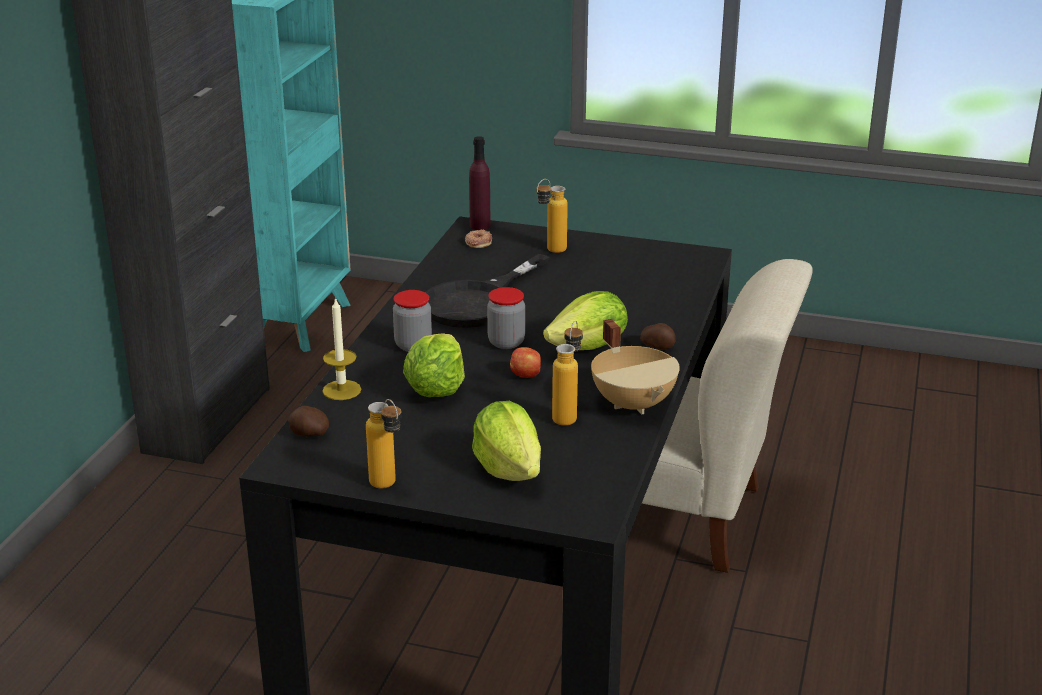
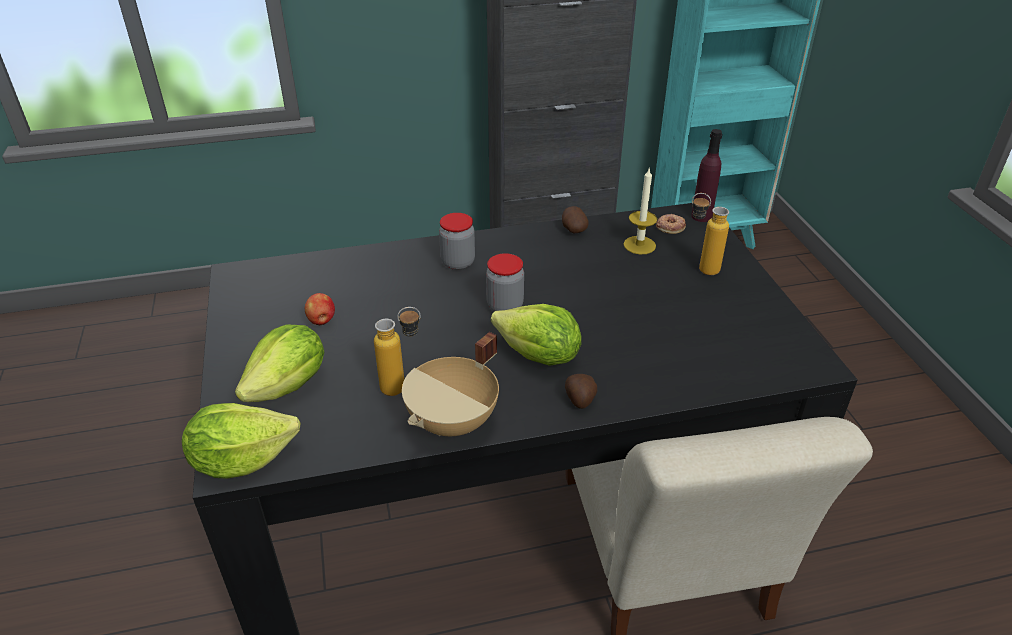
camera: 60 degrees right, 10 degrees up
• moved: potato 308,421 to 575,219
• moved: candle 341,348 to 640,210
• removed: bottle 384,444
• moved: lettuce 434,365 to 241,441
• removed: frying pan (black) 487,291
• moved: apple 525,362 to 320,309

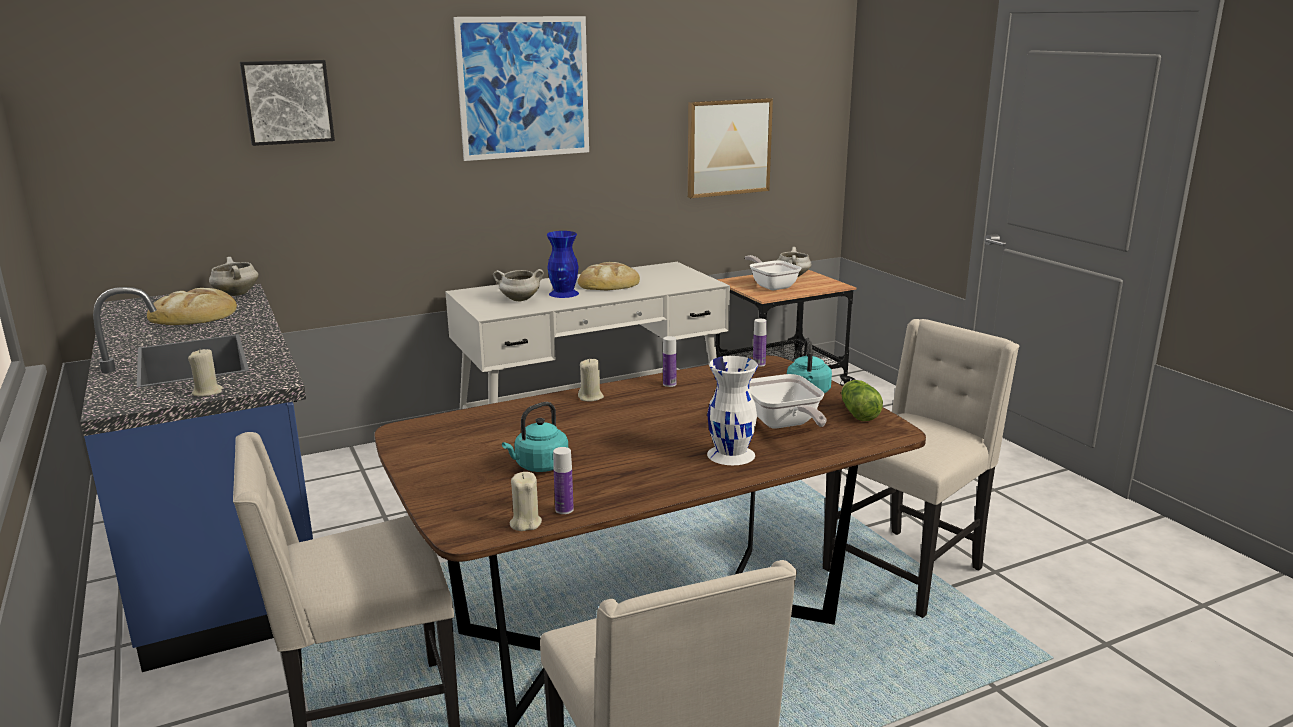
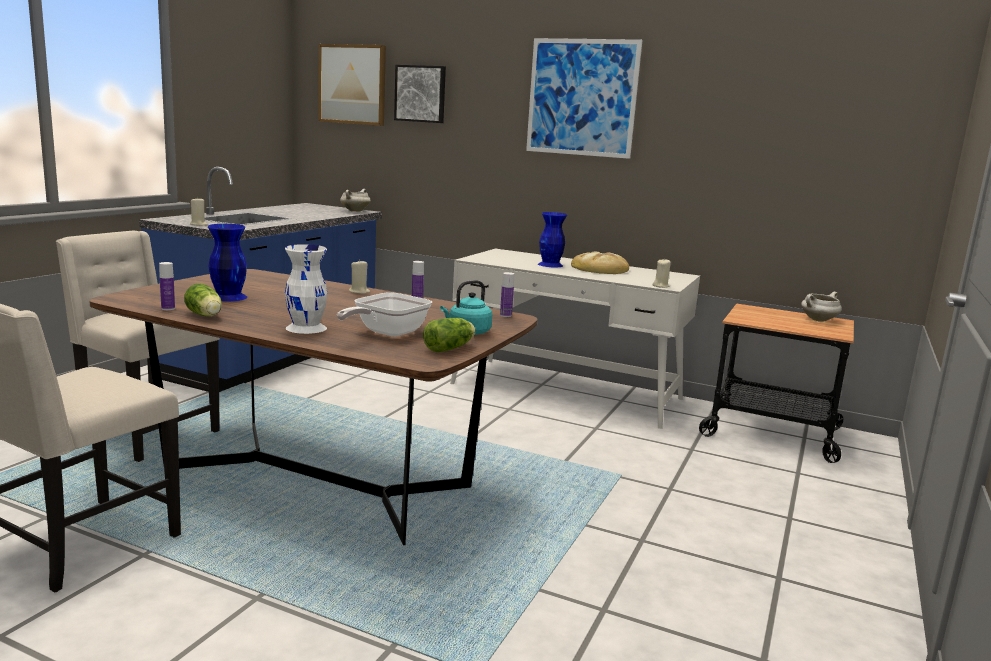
camera: 50 degrees right, 5 degrees down
• removed: bread 192,306
• removed: cooking pot (white) 518,285
• replaced: kettle (turquoise) 535,437 to vase (blue) 227,262
• moved: candle (beige) 526,501 to 661,273
• moved: picture 730,148 to 352,85
• removed: frying pan 773,272
• removed: chair (beige) 921,468
• added: lettuce 203,299

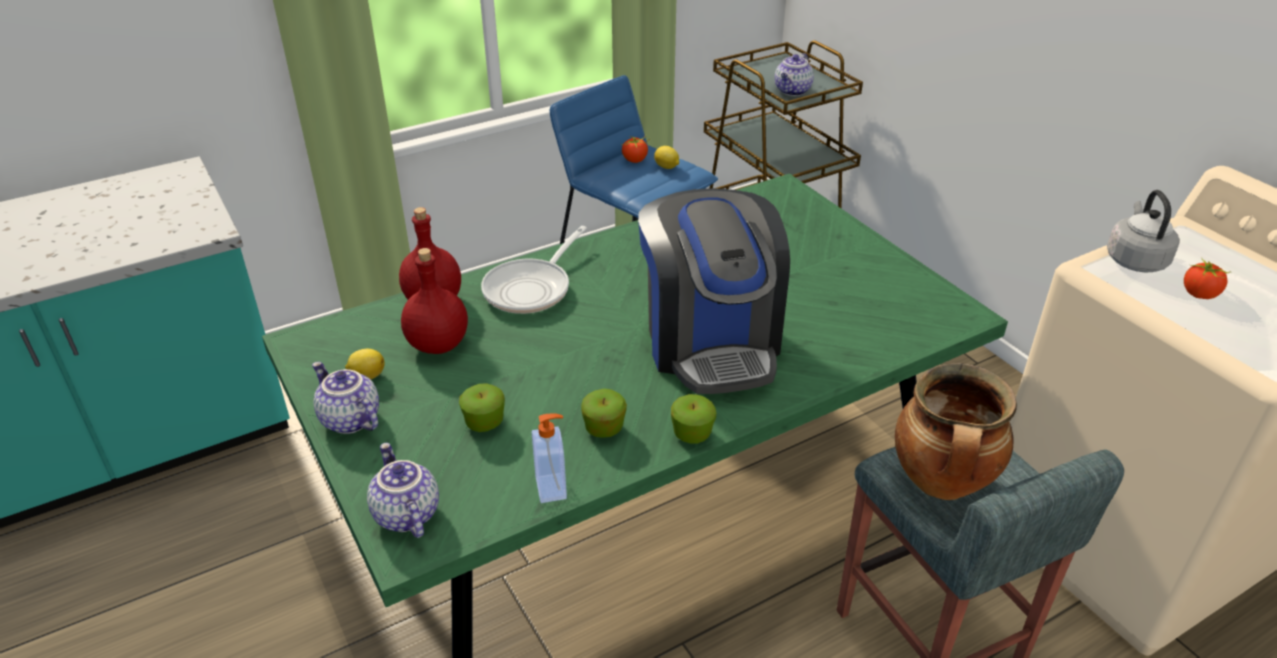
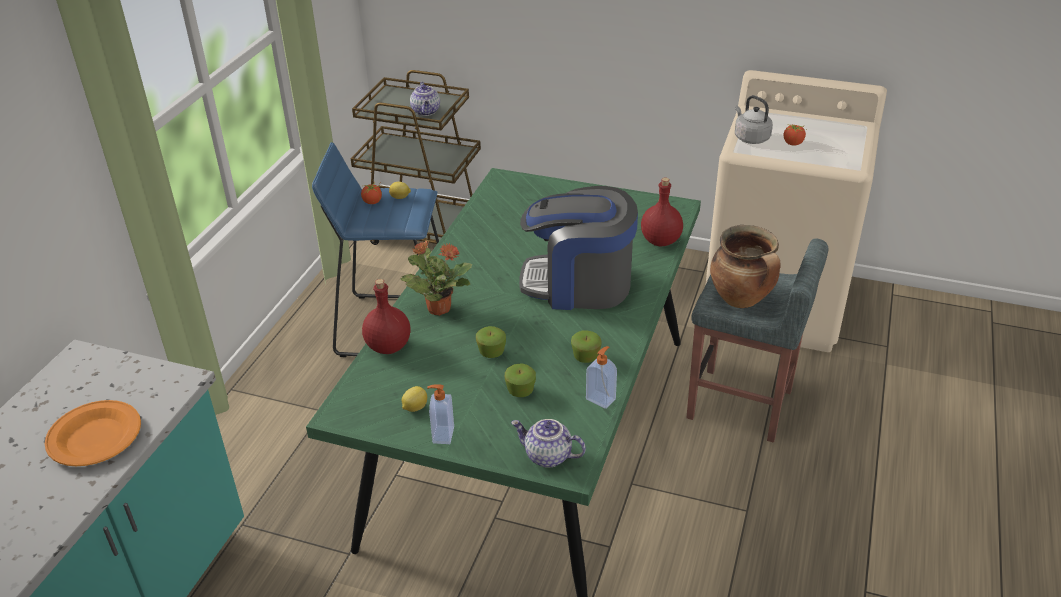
camera: 40 degrees left, 0 degrees up
• replaced: teapot 345,398 to soap dispenser 440,414
• moved: bottle (red) 434,301 to 662,212
• replaced: frying pan 534,270 to potted plant 436,278
• turned: coffee machine 714,291 = 578,248 150 degrees clockwise
• moved: apple 693,419 to 491,342
• added: plate (orange) 93,433

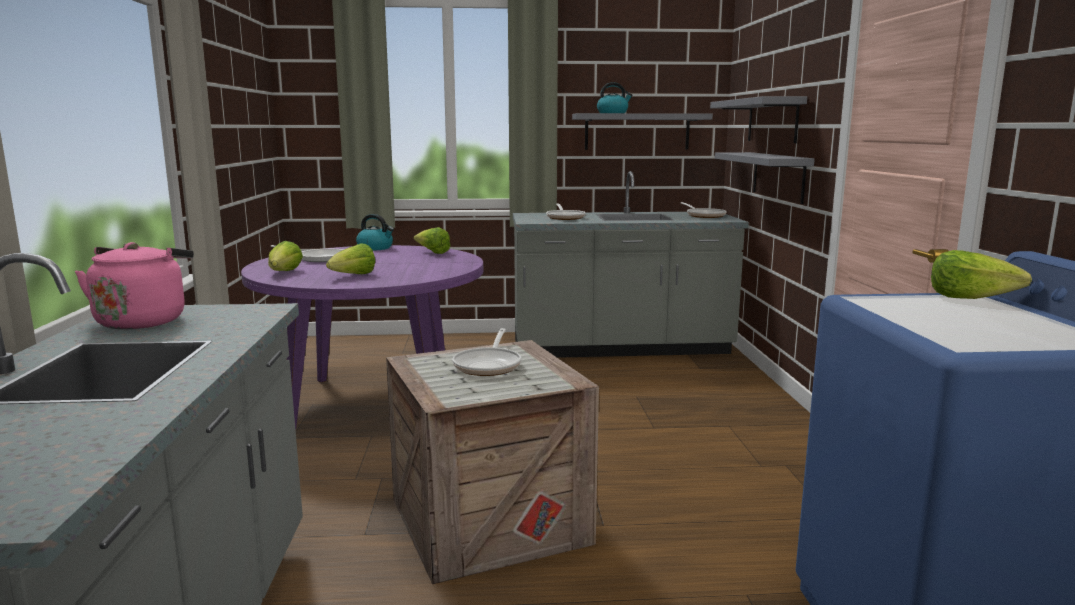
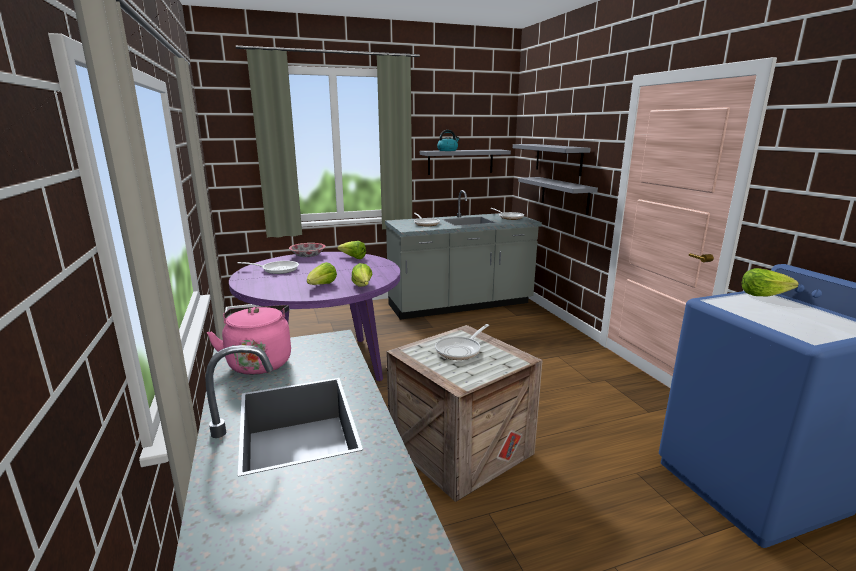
camera: 15 degrees left, 5 degrees up
• moved: lettuce 285,256 to 362,275
• replaced: kettle 375,232 to bowl 307,250
• turned: frying pan 486,352 = 462,342 45 degrees clockwise

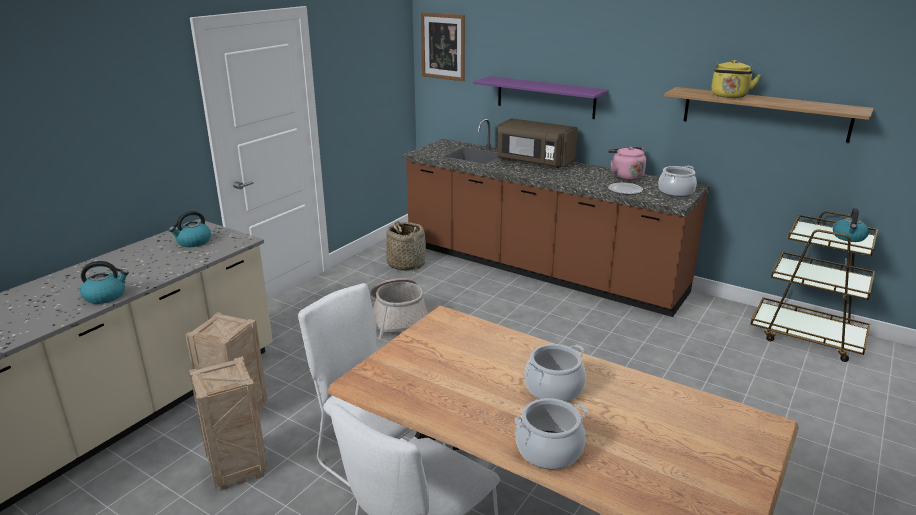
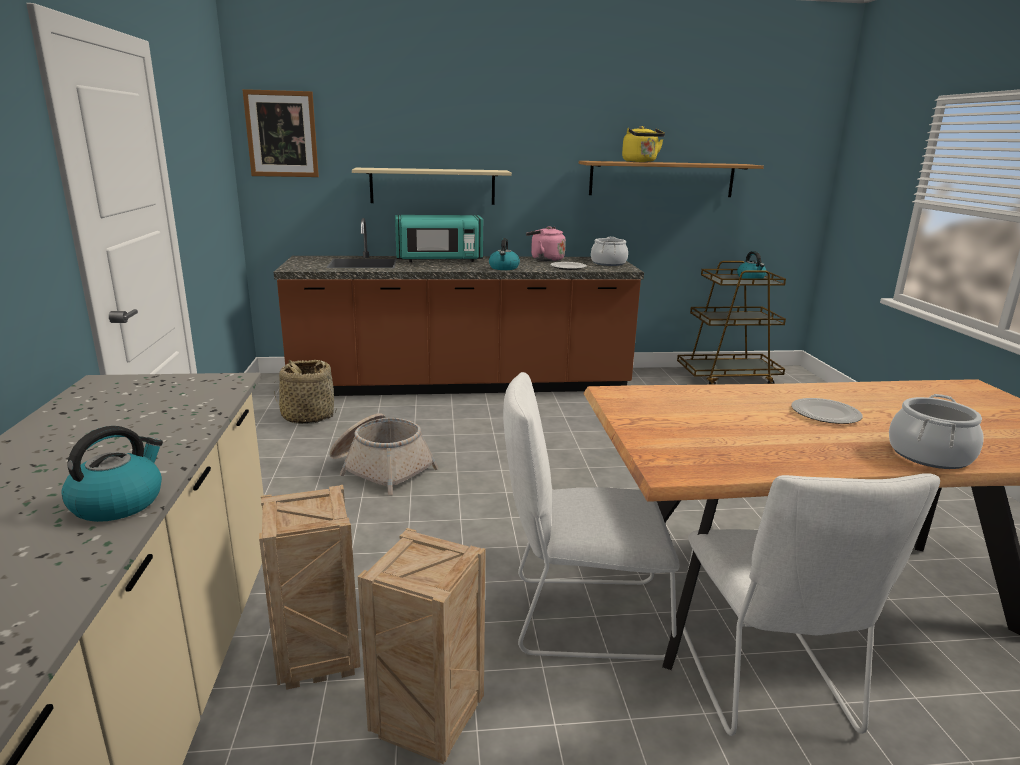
camera: 40 degrees left, 5 degrees down
• moved: kettle 190,229 to 504,254
• recoloured: shelf (purple) 540,97 to shelf (beige) 432,186
• recoloured: microwave (brown) 538,143 to microwave (turquoise) 439,238
• replaced: cooking pot 555,373 to plate 827,411

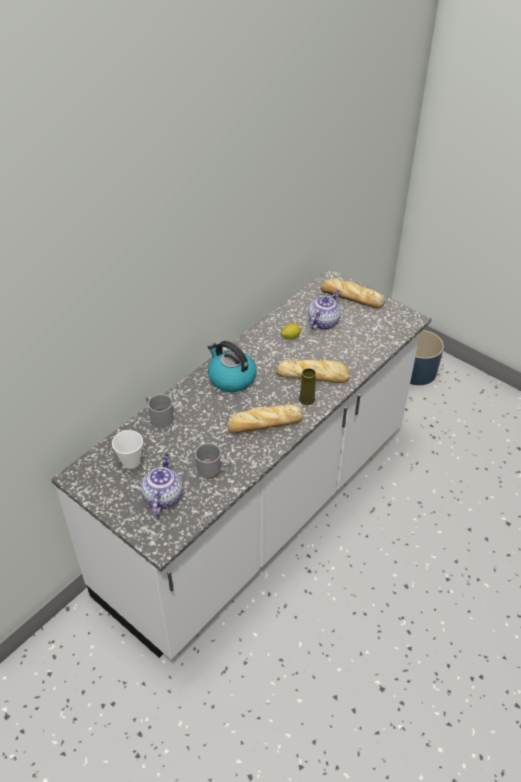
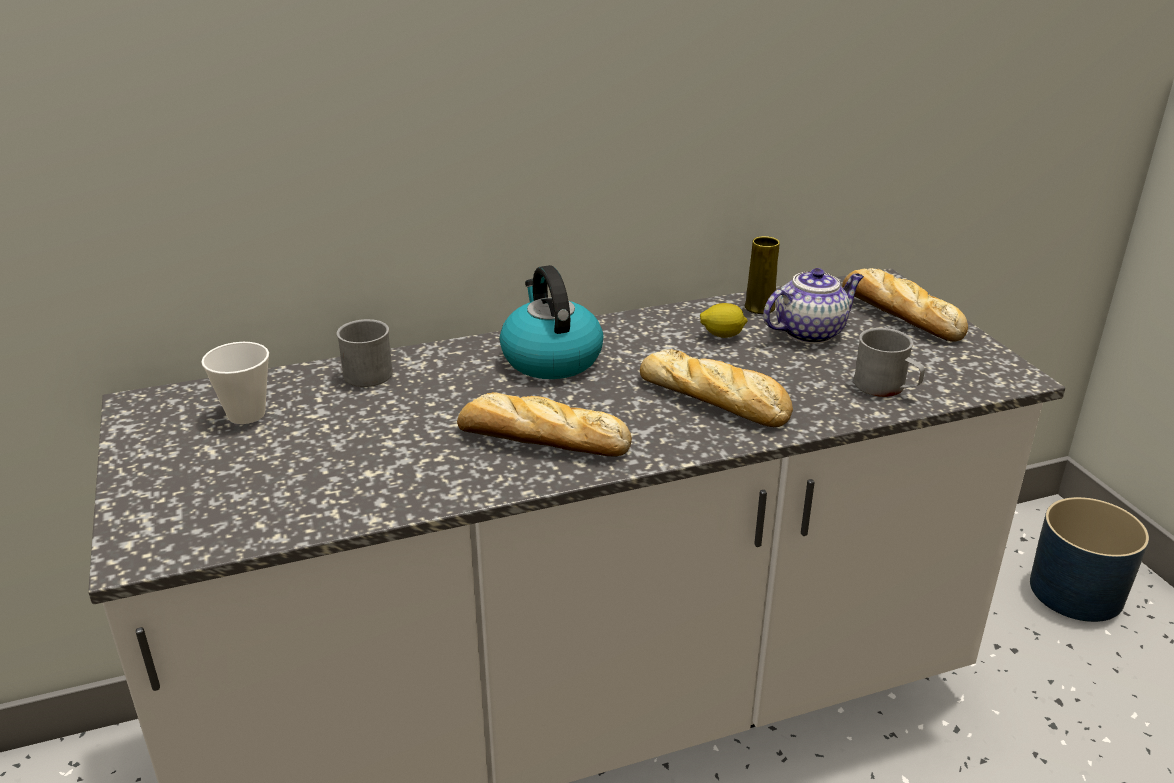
camera: 30 degrees right, 15 degrees down
• removed: teapot 161,485
• moved: mug (grey) 212,461 to 889,362
• moved: vase (yellow) 307,386 to 762,275

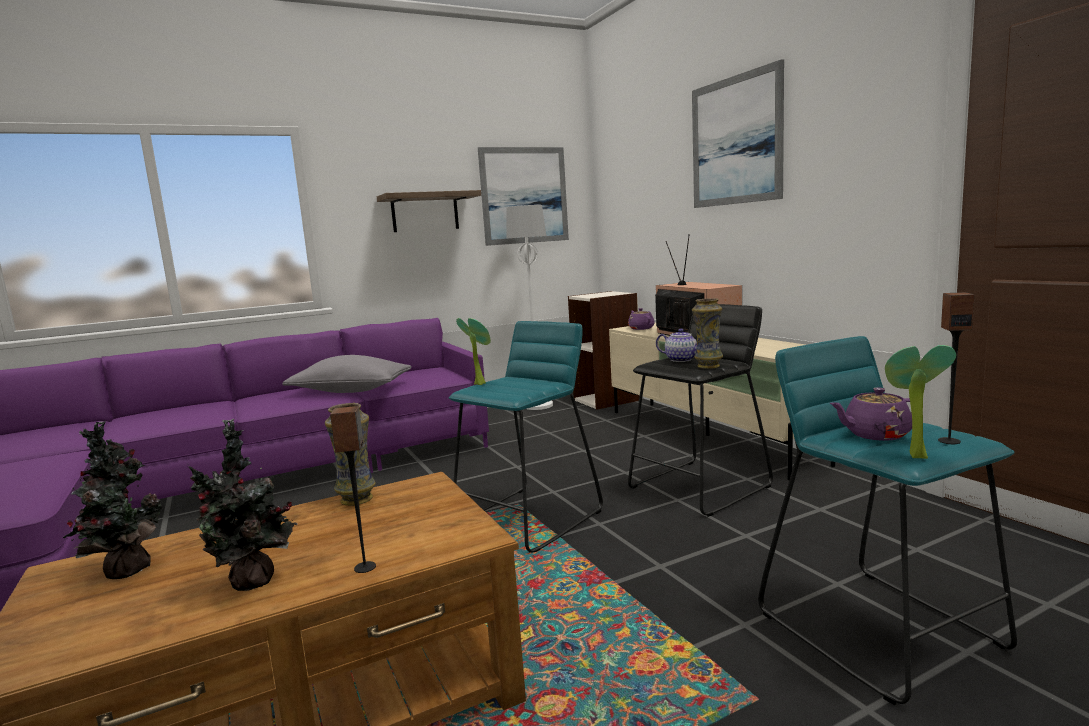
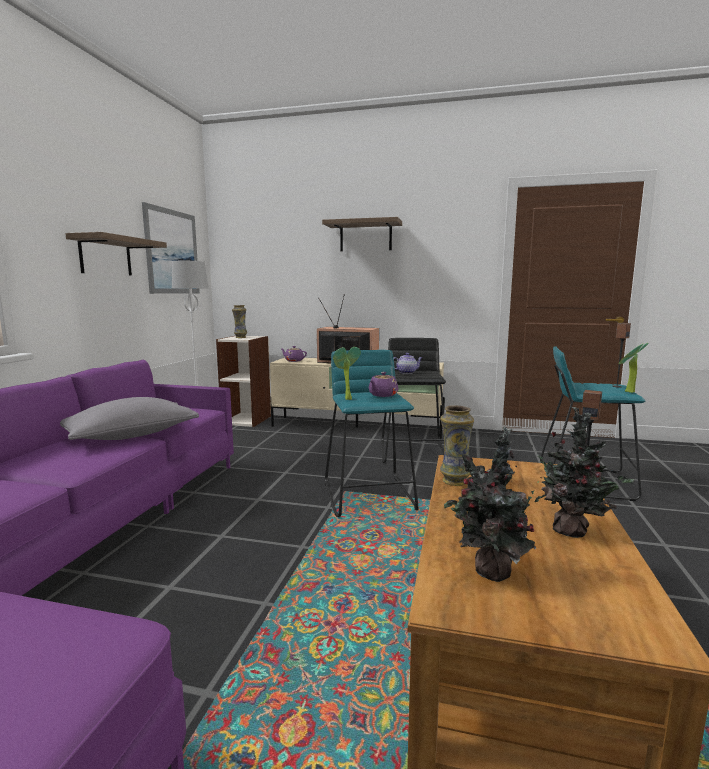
camera: 50 degrees left, 0 degrees up
• replaced: picture 738,133 to shelf 362,234
• moved: vase 707,333 to 239,321
• moved: teapot (purple) 871,414 to 384,384

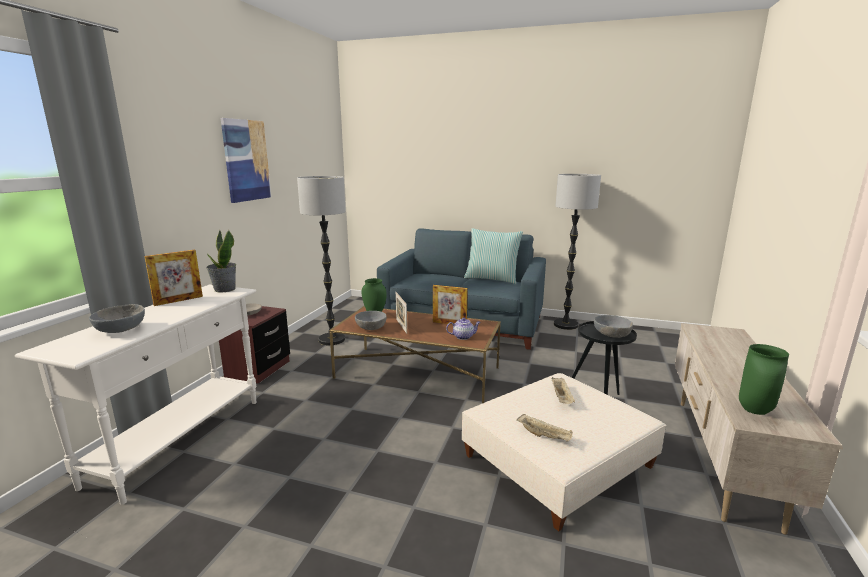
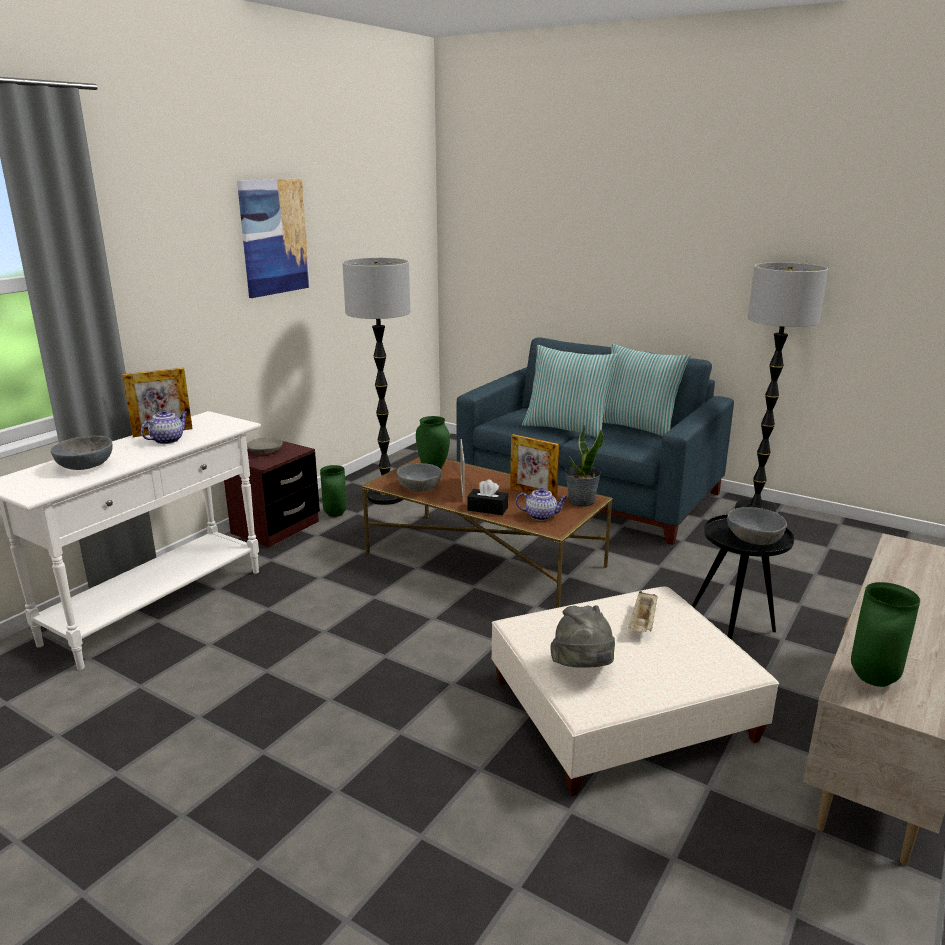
camera: 15 degrees right, 5 degrees up
• moved: potted plant 221,261 to 584,466
• replaced: tray (beige) 544,428 to hat (grey) 582,636
• added: teapot 164,427
• added: vase (green) 333,491
• added: tissue box (black) 488,497
• added: pillow 570,391

